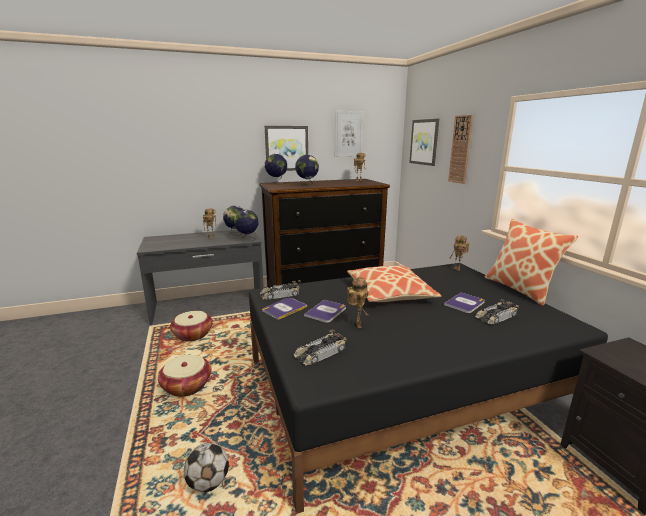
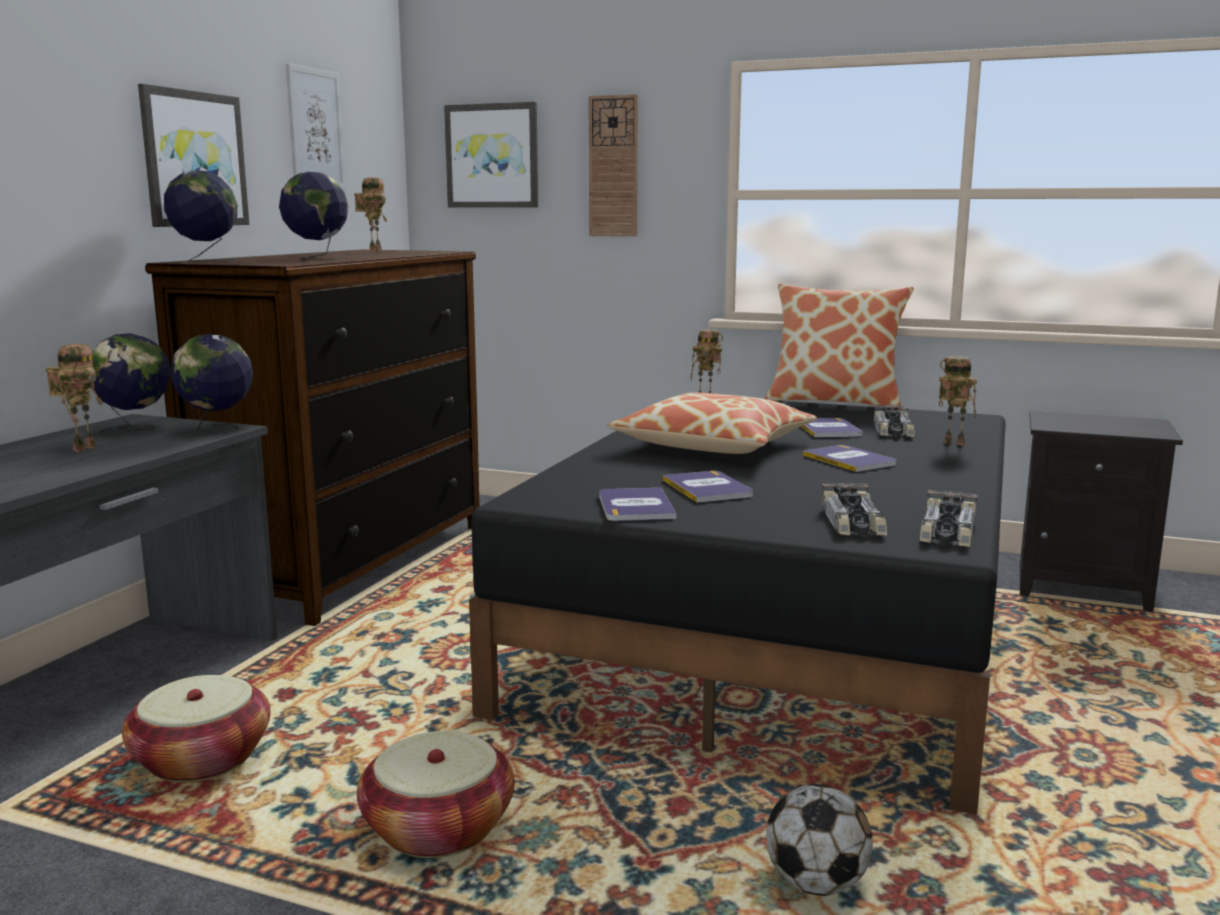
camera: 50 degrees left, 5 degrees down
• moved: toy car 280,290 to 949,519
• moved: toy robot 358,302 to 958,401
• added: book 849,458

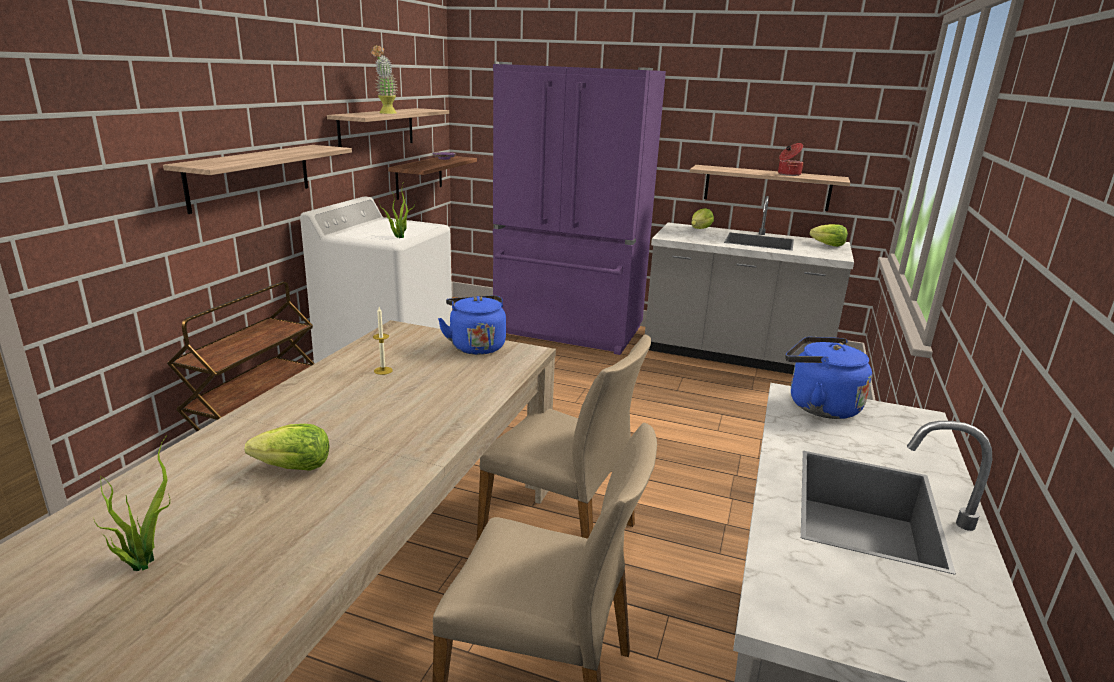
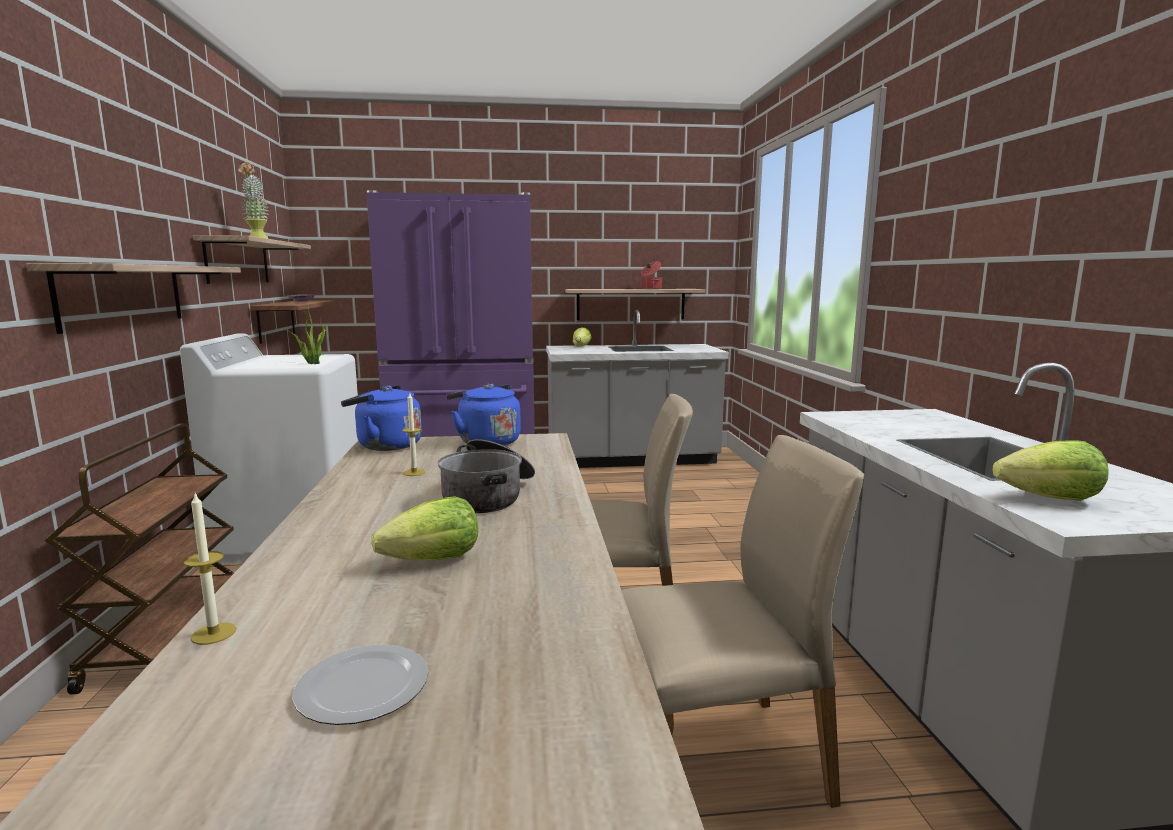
camera: 25 degrees left, 10 degrees down
• replaced: potted plant 132,503 to plate 360,684
• moved: kettle (blue) 828,378 to 381,418
• moved: lettuce 829,235 to 1050,470
• added: candle 210,569
• added: cooking pot 486,476

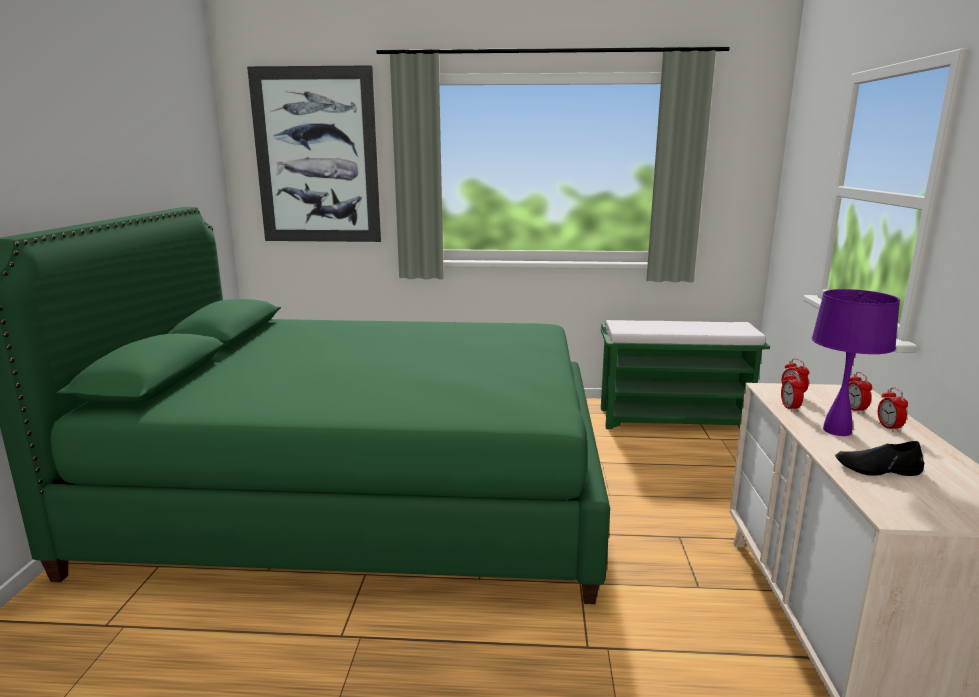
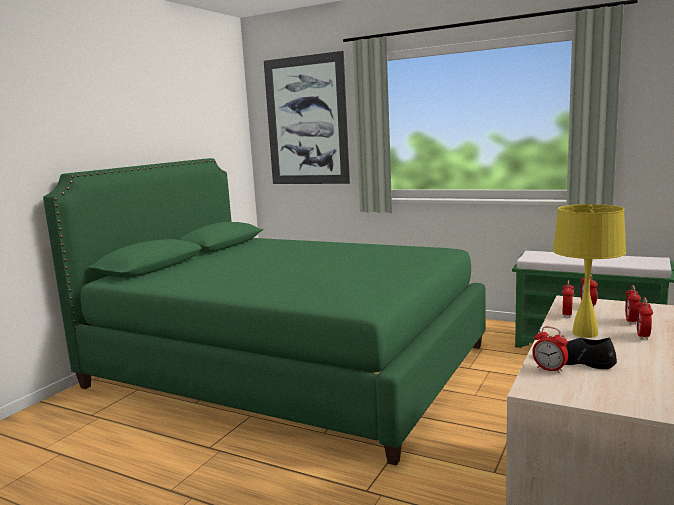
camera: 25 degrees right, 5 degrees down
• recoloured: table lamp (purple) 856,362 to table lamp (yellow) 589,271
• added: alarm clock 550,349

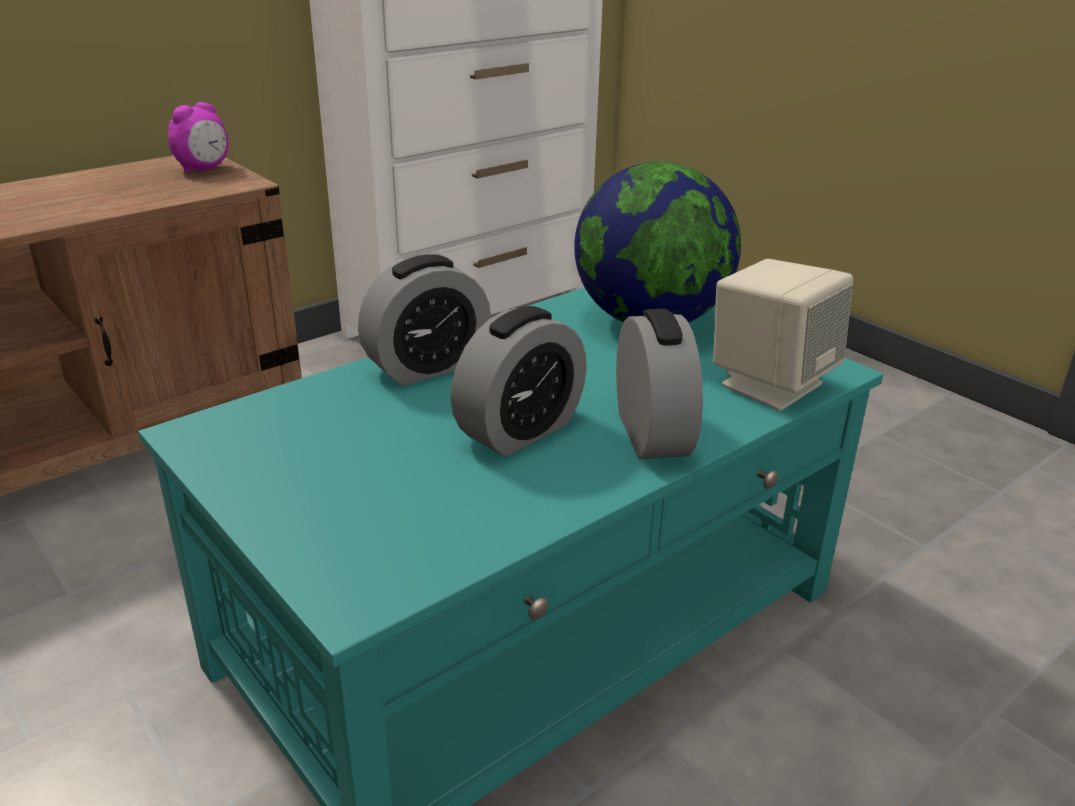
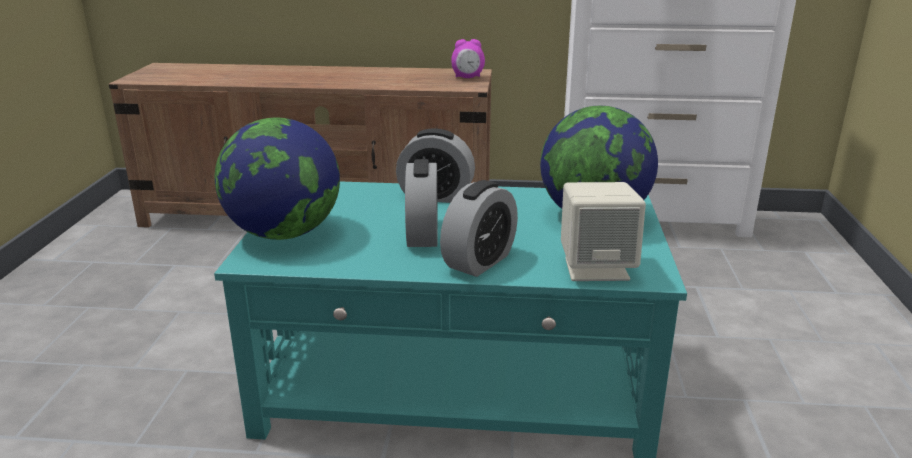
camera: 45 degrees right, 5 degrees down
• turned: alarm clock 519,381 = 421,203 90 degrees counterclockwise
• added: globe 277,179

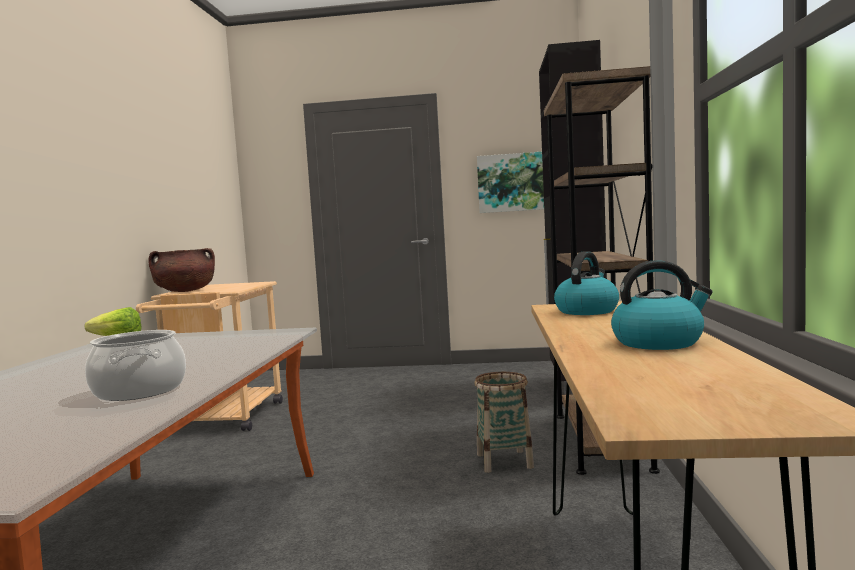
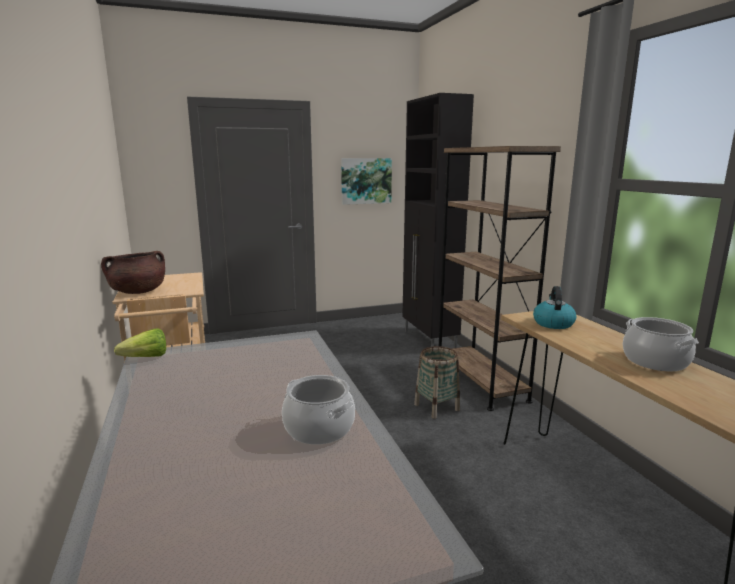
camera: 25 degrees left, 10 degrees up
• replaced: kettle 662,305 to cooking pot 660,344

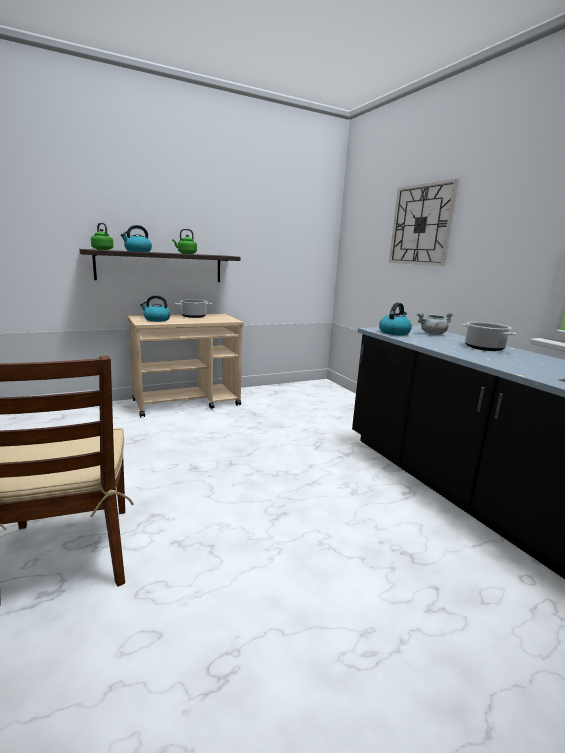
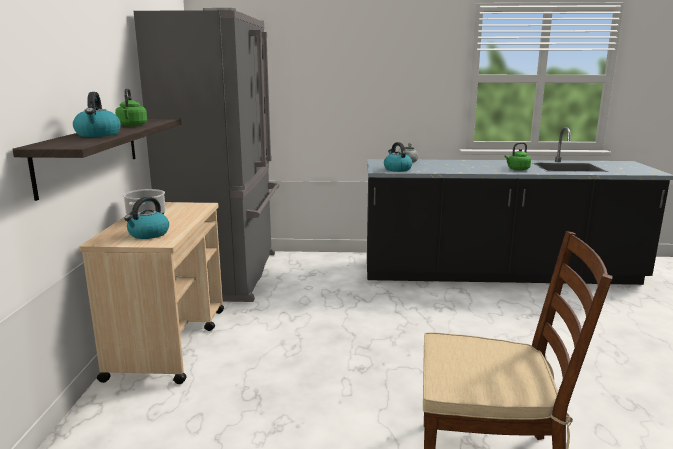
camera: 60 degrees left, 0 degrees up
• moved: kettle (green) 102,236 to 517,156
• removed: wall clock 424,222
• removed: cooking pot 489,336
• added: fridge (grey) 206,155

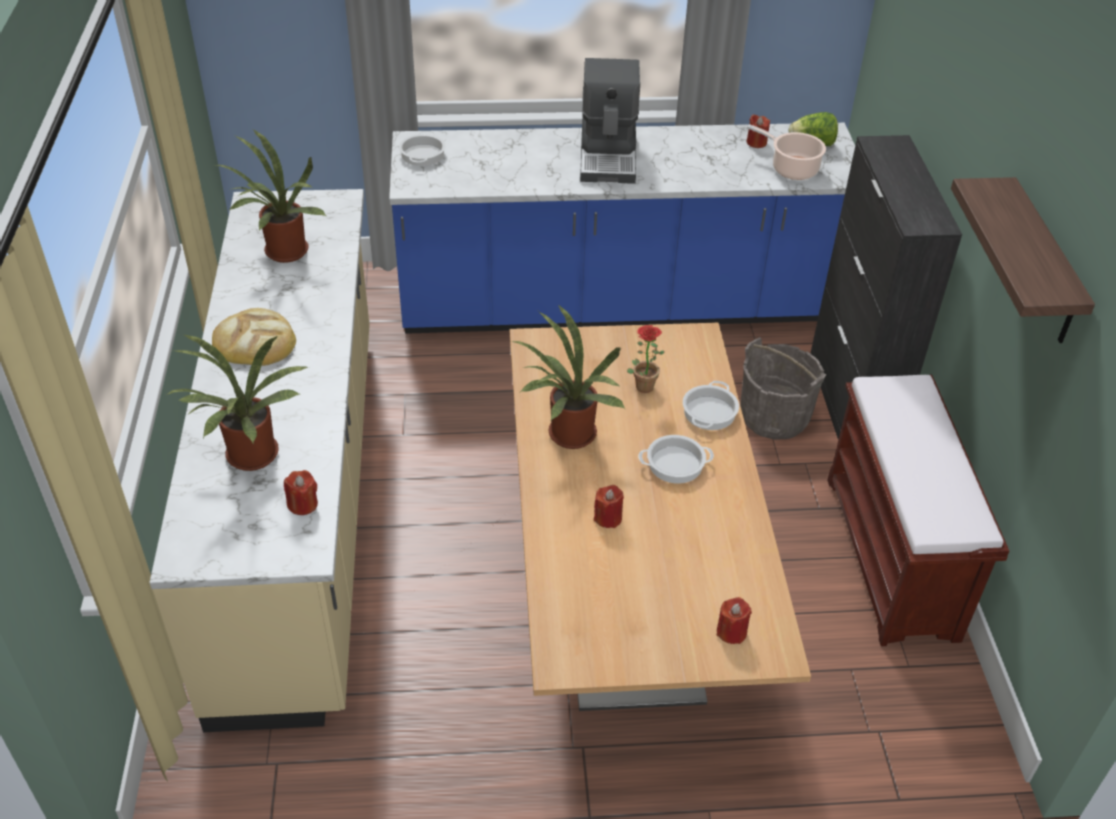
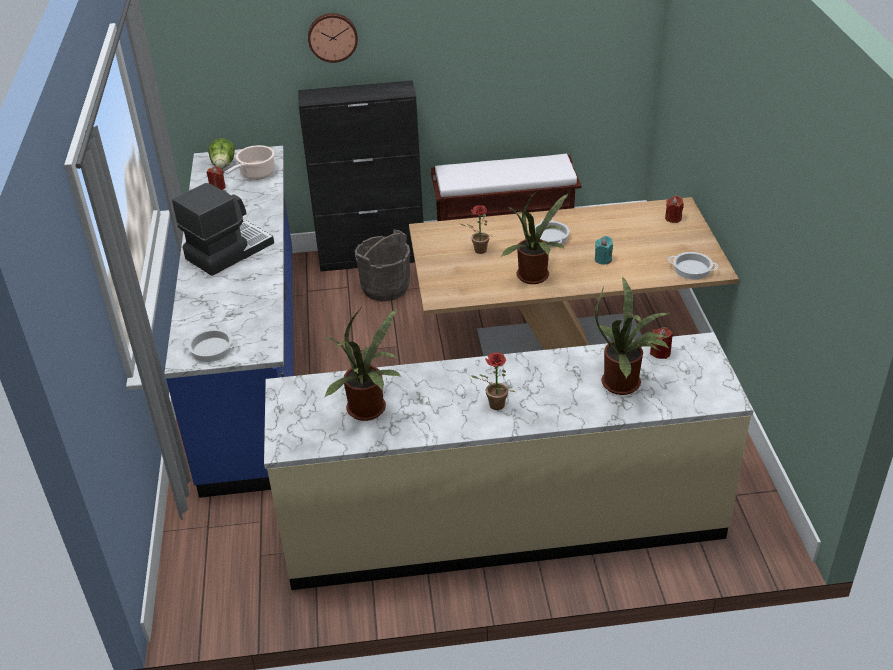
camera: 90 degrees left, 5 degrees down
• replaced: bread 254,337 to potted plant 493,381
• turned: coffee machine 610,121 = 223,229 45 degrees counterclockwise
• recoloured: candle (red) 609,506 to candle (turquoise) 604,250
• moved: cooking pot 711,405 to 693,266
• removed: shelf 1023,260
• added: wall clock 333,38

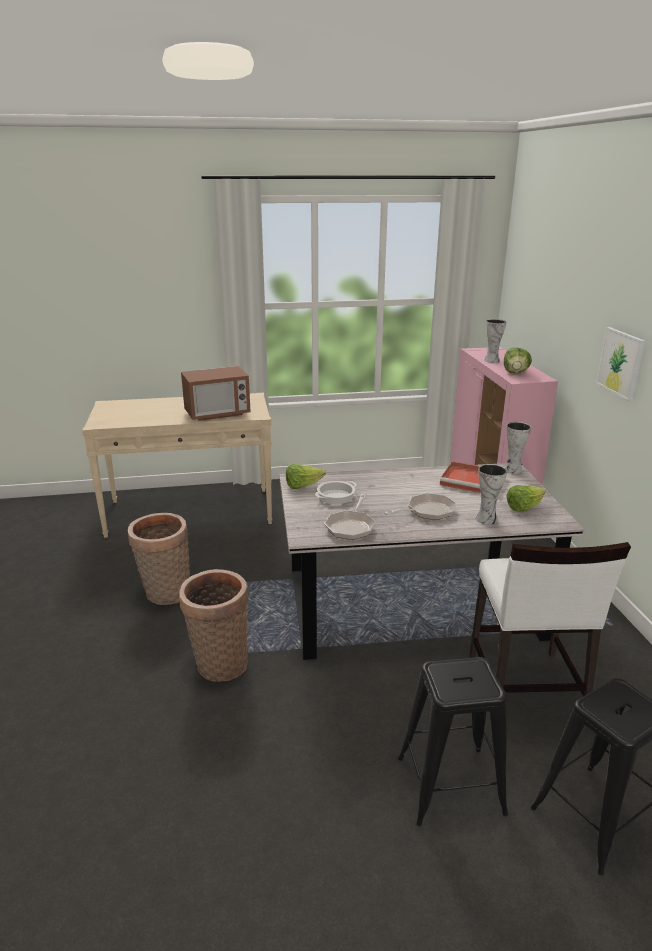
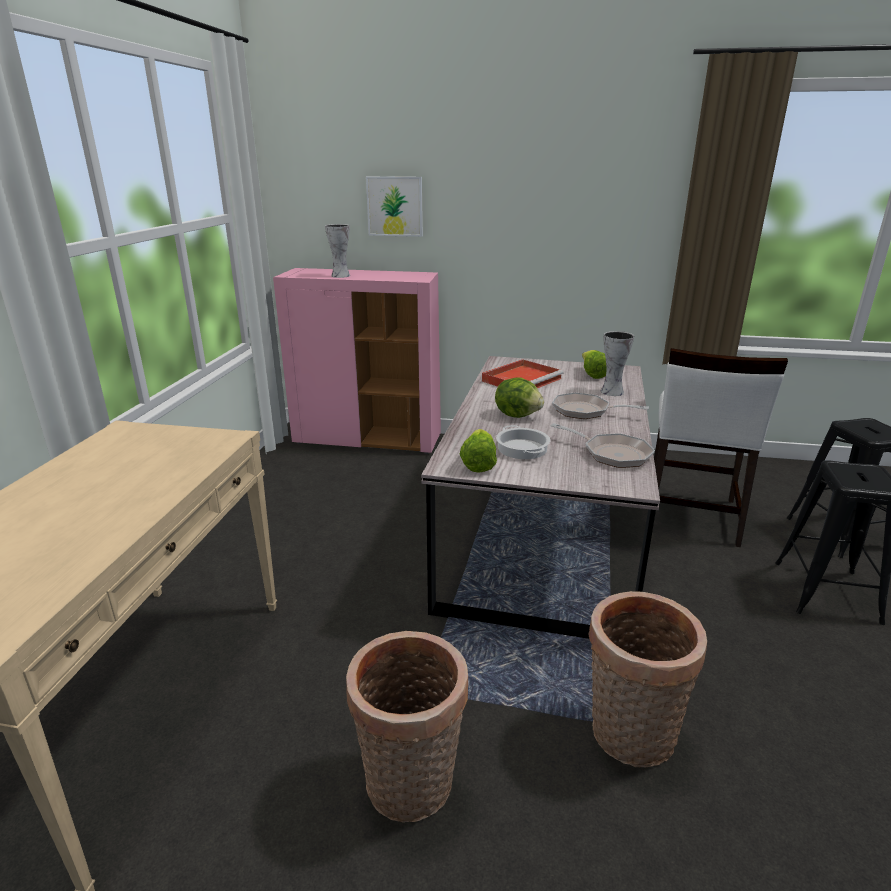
camera: 70 degrees left, 0 degrees up
• removed: microwave 216,393
• turned: frying pan 420,506 = 600,405 60 degrees counterclockwise
• turned: chair (white) 550,619 = 721,447 90 degrees clockwise
• moved: lettuce 518,361 to 519,398
• removed: vase 517,448
• moved: picture 620,364 to 394,206

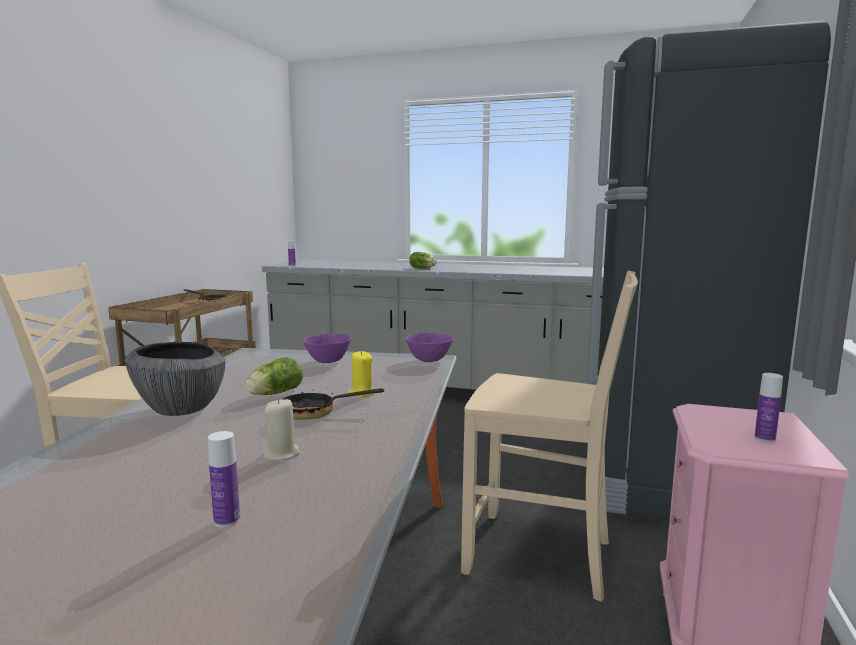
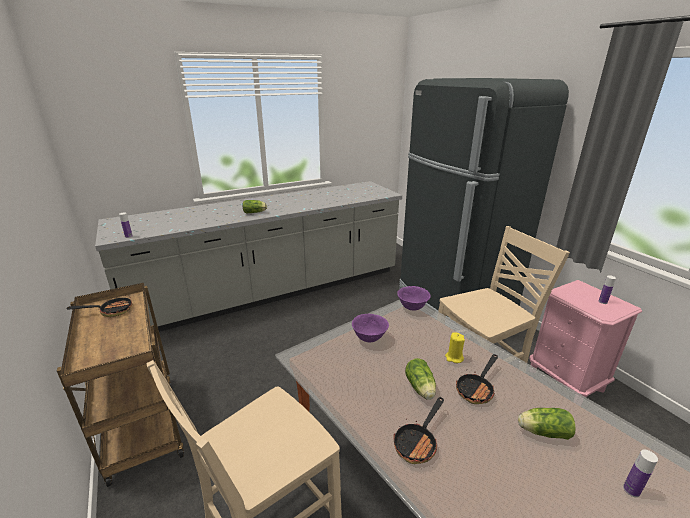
camera: 45 degrees left, 15 degrees up
• replaced: bowl 175,379 to frying pan 419,430
• replaced: candle (beige) 282,429 to lettuce 547,424

